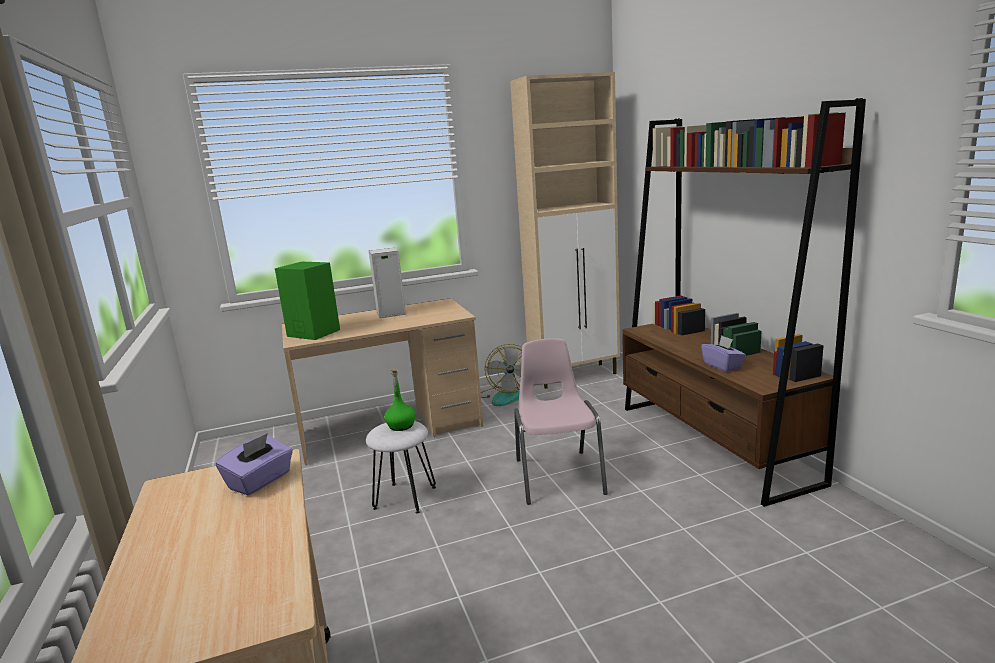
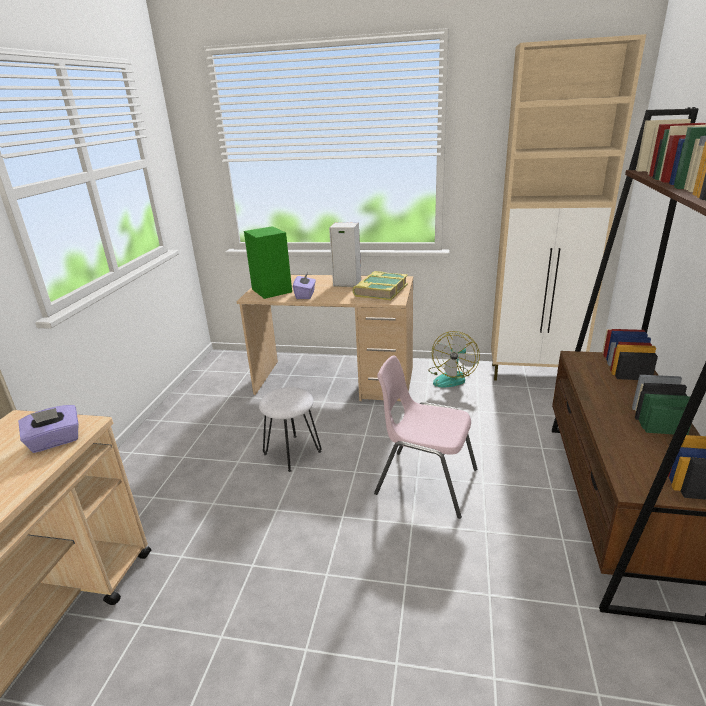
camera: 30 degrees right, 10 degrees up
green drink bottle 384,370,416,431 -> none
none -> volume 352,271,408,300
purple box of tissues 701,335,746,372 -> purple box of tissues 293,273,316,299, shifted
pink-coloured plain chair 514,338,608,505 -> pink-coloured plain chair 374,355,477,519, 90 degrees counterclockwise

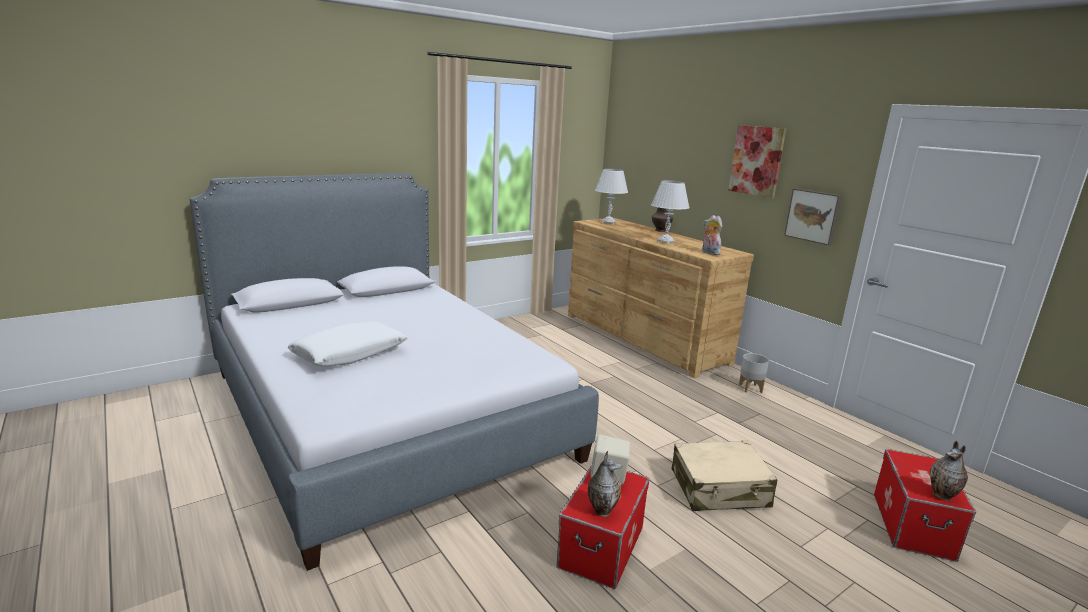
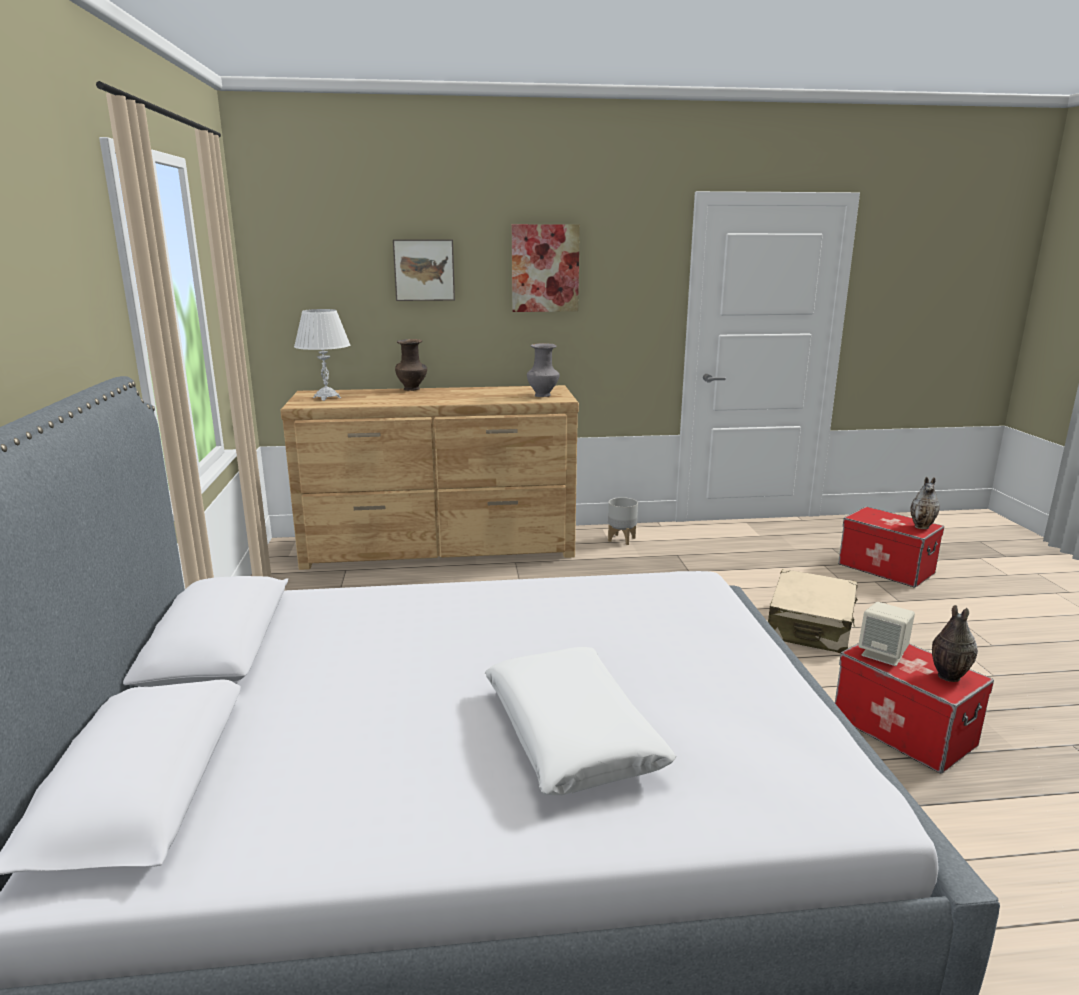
camera: 60 degrees left, 0 degrees up
white-coloured table lamp 651,180,690,244 -> none
picture 784,188,842,245 -> picture 393,239,455,301, shifted
cuddly toy 702,215,722,255 -> greyish flower vase 527,343,559,397

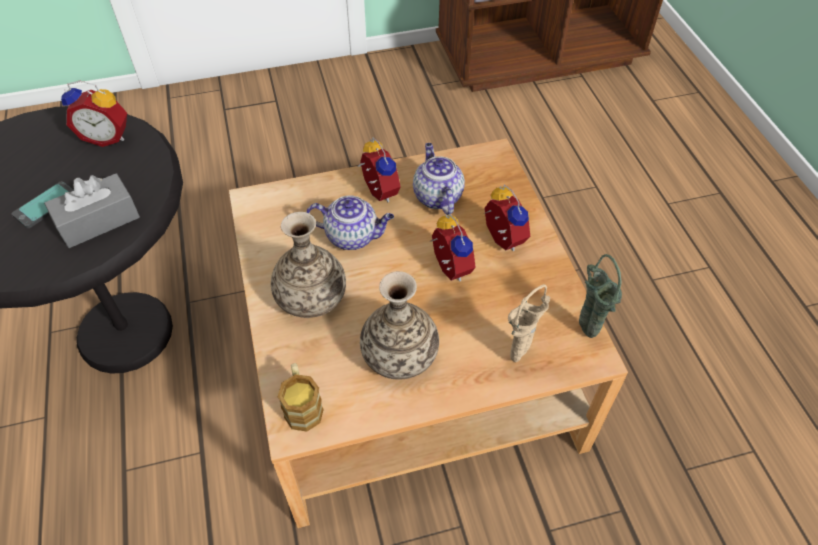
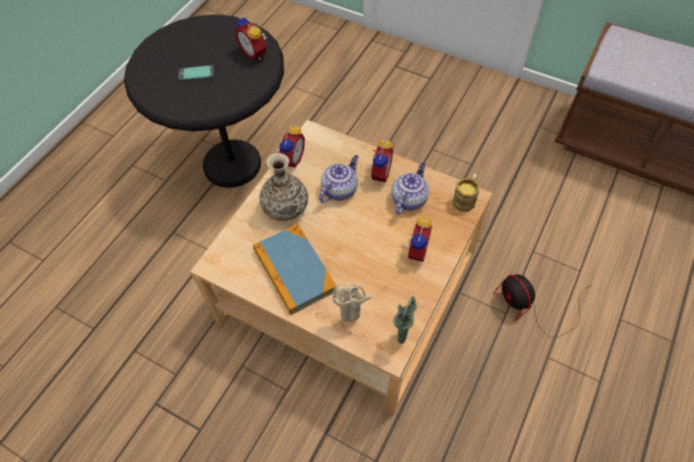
camera: 45 degrees right, 5 degrees up
greyish box of tissues 44,173,140,248 -> none
none -> cooling fan 494,274,592,338
coffee mug 278,363,324,431 -> coffee mug 453,174,479,212, shifted
table clock 430,213,476,281 -> table clock 276,124,305,169, shifted
flower vase 360,271,439,380 -> volume 253,224,336,315
pot for tea 306,195,394,250 -> pot for tea 319,155,359,203, 105 degrees counterclockwise

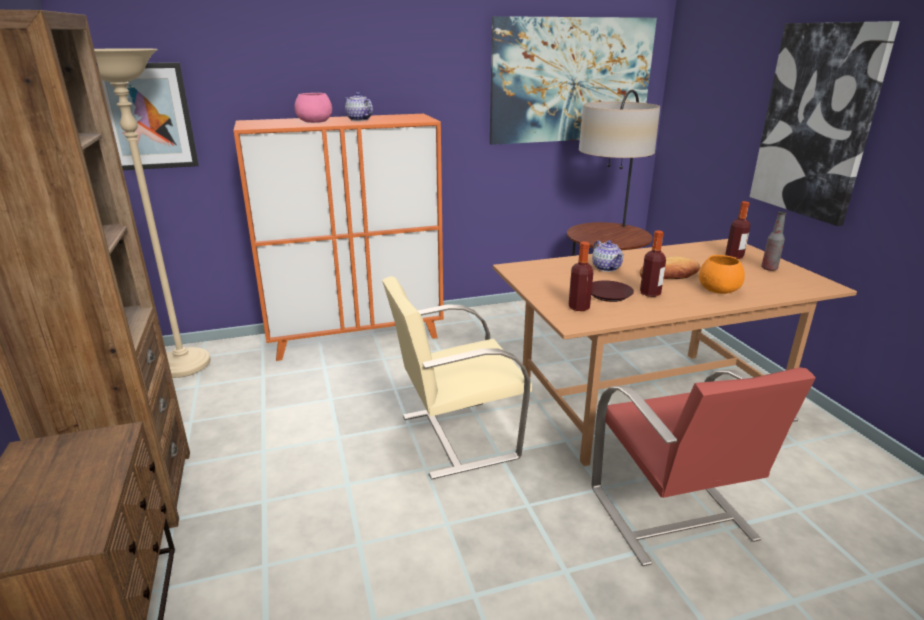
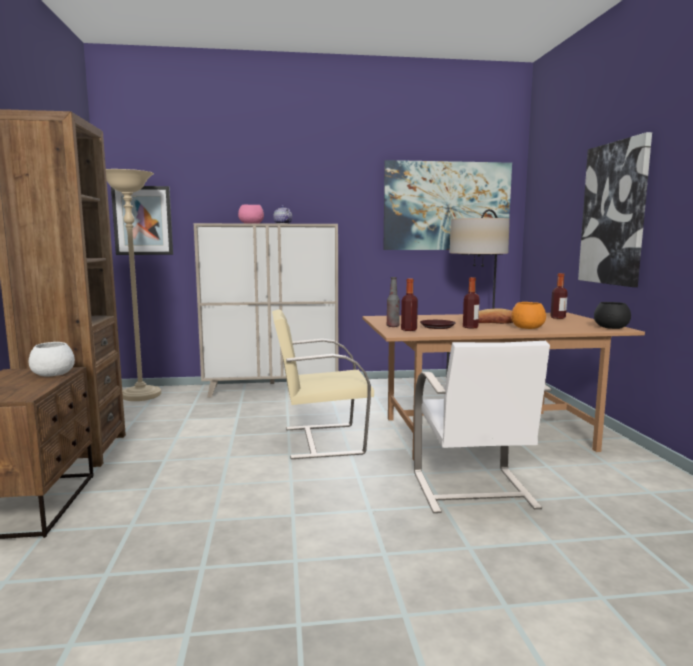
camera: 10 degrees right, 15 degrees down
pot for tea 592,240,624,272 -> none
none -> white-coloured bowl 29,342,75,377
none -> black-coloured bowl 594,302,631,329
drink bottle 761,211,787,271 -> drink bottle 387,277,400,327, shifted
orange cupboard 233,114,444,361 -> beige cupboard 194,223,338,397
red plain chair 592,367,816,566 -> white-coloured plain chair 414,341,552,513

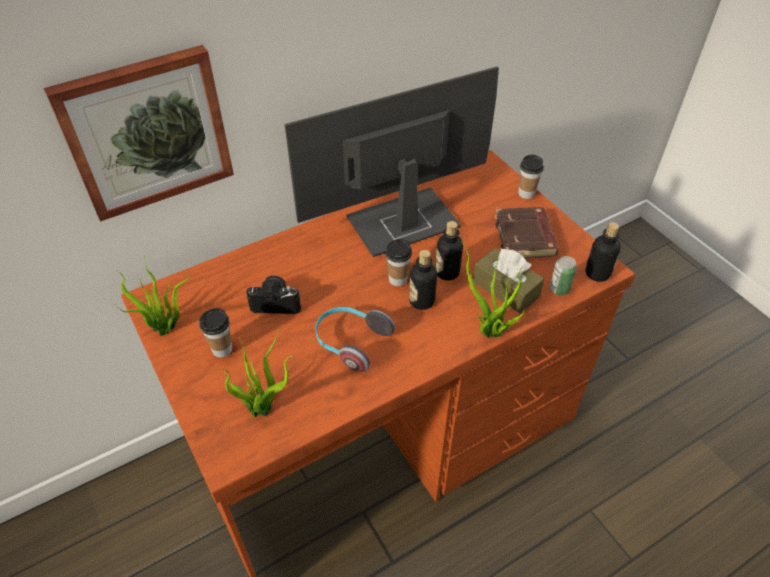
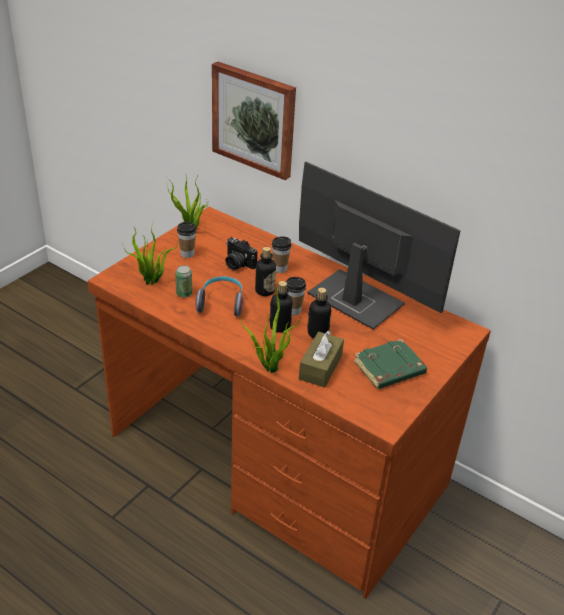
camera: 65 degrees right, 10 degrees down
cup 518,155,544,199 -> cup 272,237,291,273, shifted
can 550,256,577,296 -> can 175,265,192,298, shifted
drink bottle 586,222,621,282 -> drink bottle 255,247,276,296, shifted
brown-coloured volume 494,207,559,258 -> green volume 353,339,427,389
photo camera 246,276,301,314 -> photo camera 225,237,257,270, 150 degrees clockwise

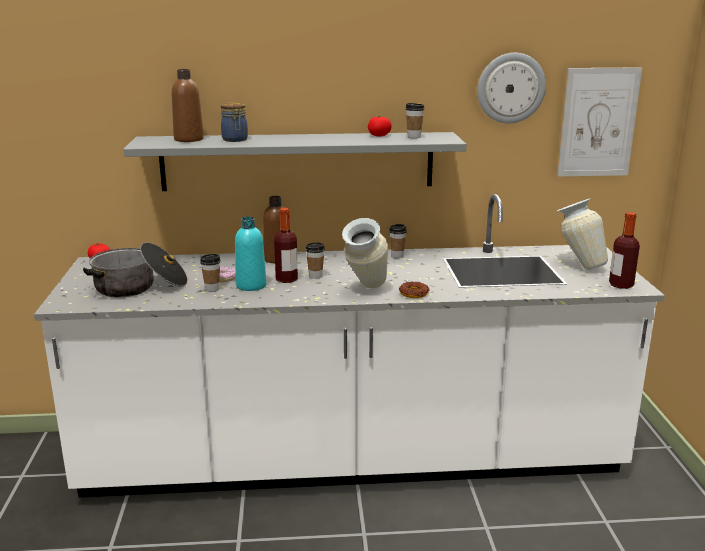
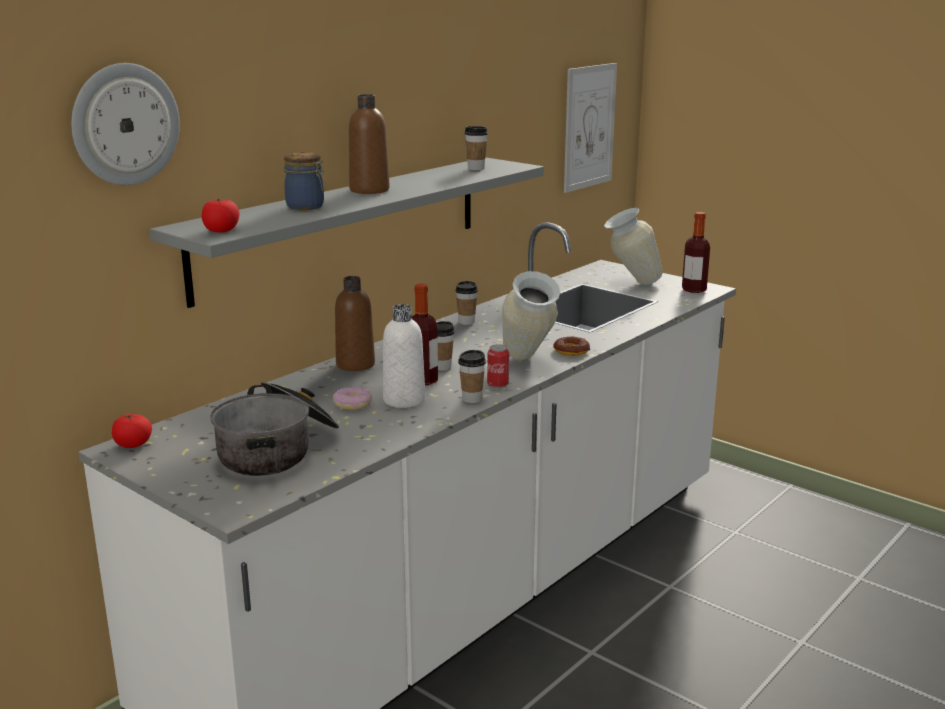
camera: 45 degrees left, 0 degrees up
none -> can 487,344,509,388
brown-coloured drink bottle 171,69,204,142 -> brown-coloured drink bottle 349,94,390,194, shifted
cup 200,254,221,292 -> cup 458,350,486,403, shifted
fresh tomato 368,116,392,136 -> fresh tomato 202,199,239,233, shifted
hanging clock 477,53,546,124 -> hanging clock 71,63,180,185, shifted
turquoise-coloured drink bottle 235,217,266,291 -> white-coloured drink bottle 383,304,425,408

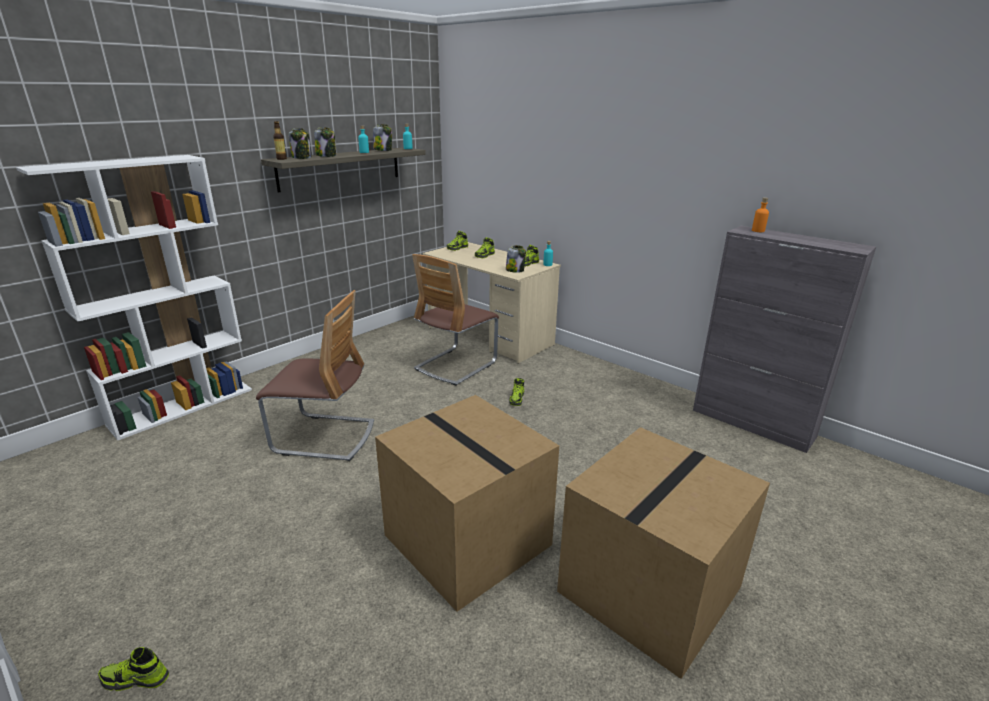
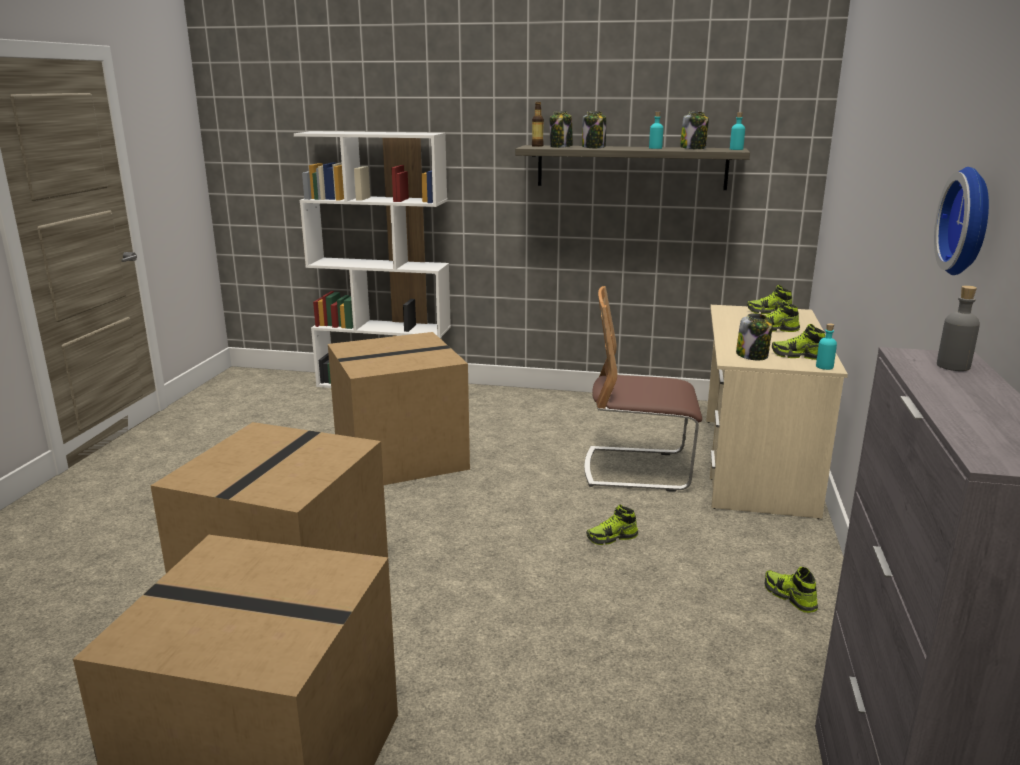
camera: 60 degrees right, 5 degrees down
none -> hanging clock 934,167,989,275
item of footwear 98,647,169,691 -> item of footwear 764,567,818,613, shifted
plain chair 256,290,374,461 -> cardboard box 328,332,470,485
orange drink bottle 752,197,769,232 -> greyish drink bottle 937,285,980,371

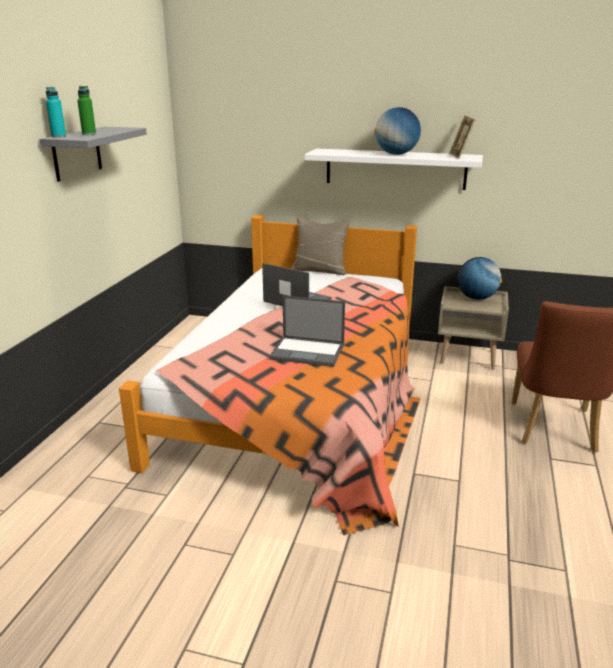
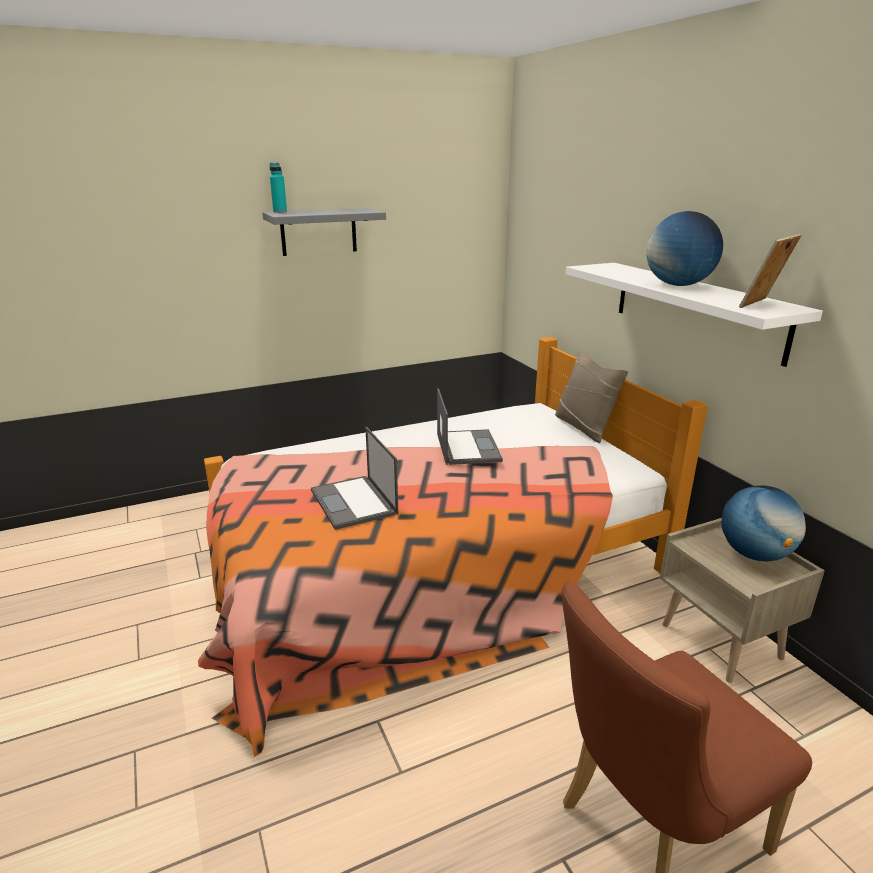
camera: 50 degrees right, 0 degrees up
green drink bottle 77,86,96,135 -> none

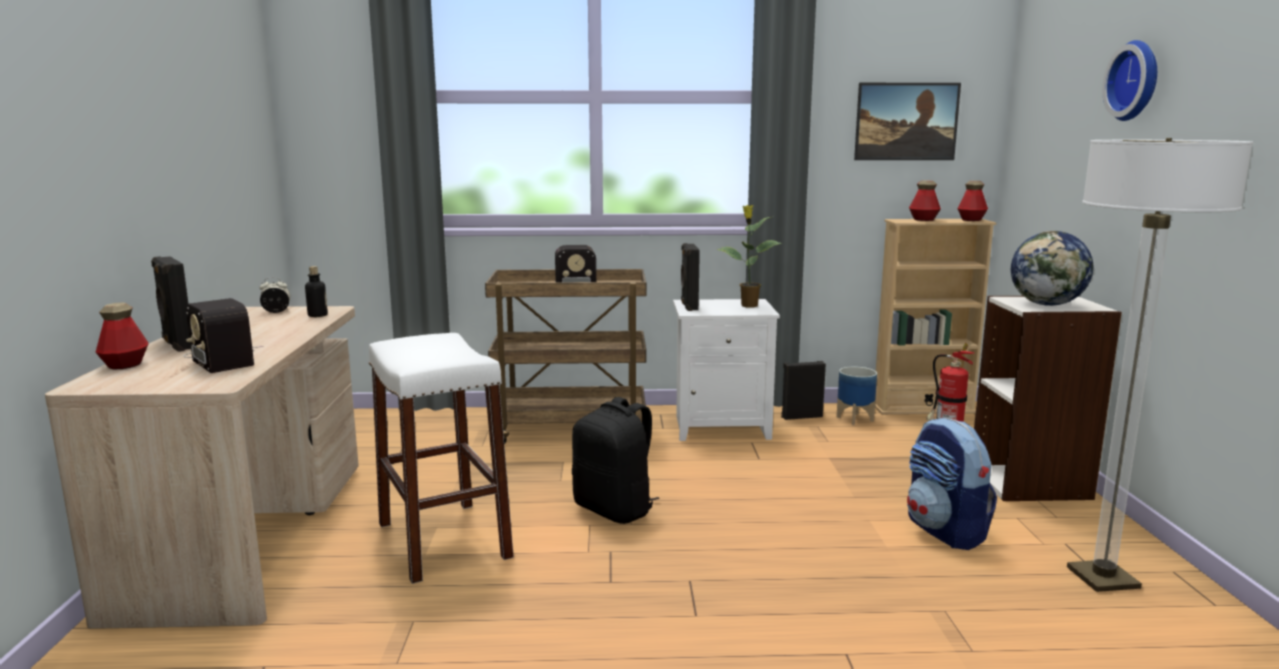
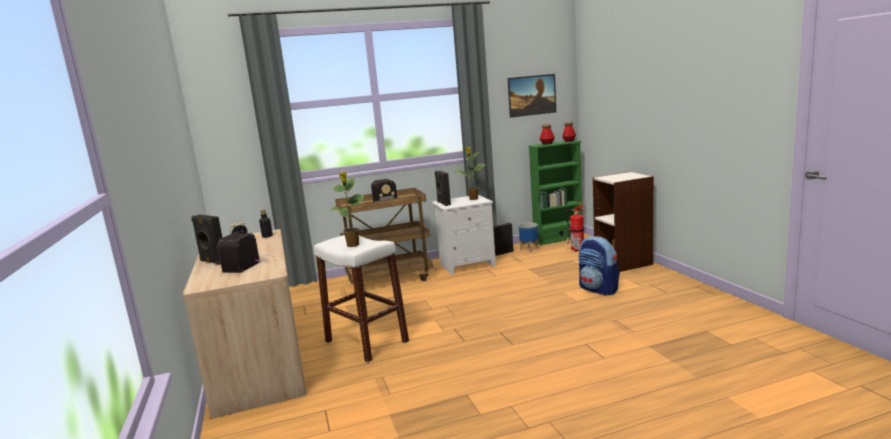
camera: 15 degrees left, 0 degrees up
drink bottle 95,303,149,369 -> none
black-coloured knapsack 572,397,660,524 -> none
globe 1011,231,1094,306 -> none
floor lamp 1067,138,1253,592 -> none
hanging clock 1102,40,1157,121 -> none
none -> potted plant 330,172,364,247
beige bookshelf 875,219,996,415 -> green bookshelf 528,140,582,245
radio 183,298,263,373 -> radio 217,233,278,273, 75 degrees clockwise

